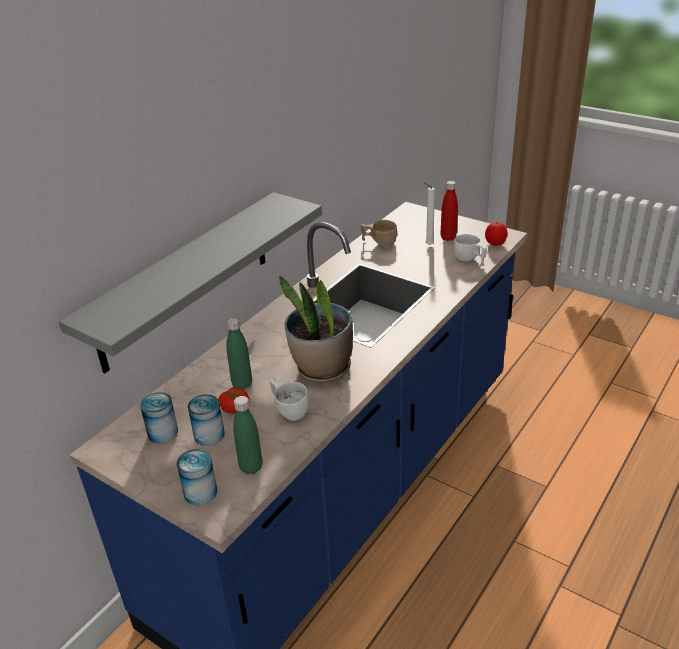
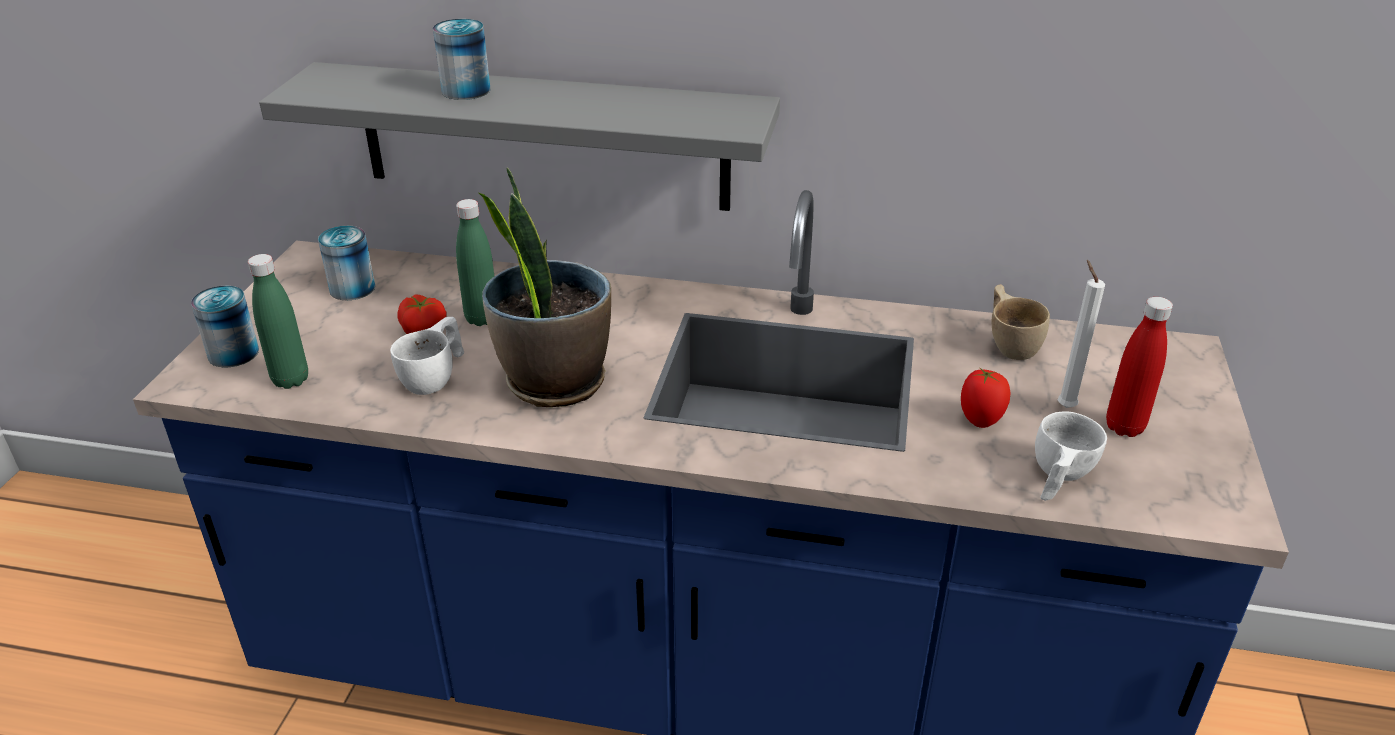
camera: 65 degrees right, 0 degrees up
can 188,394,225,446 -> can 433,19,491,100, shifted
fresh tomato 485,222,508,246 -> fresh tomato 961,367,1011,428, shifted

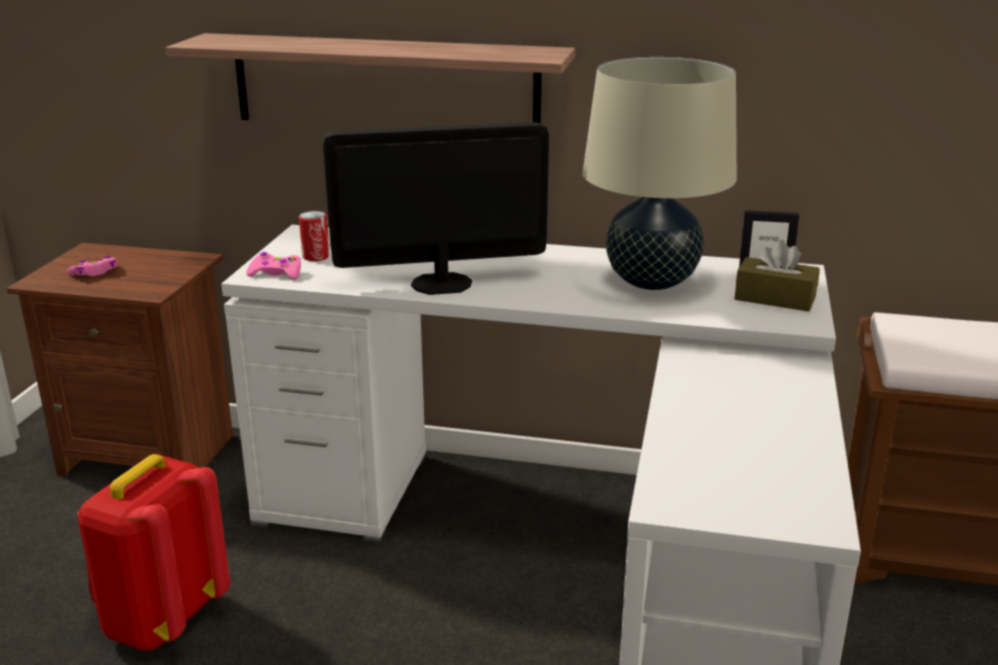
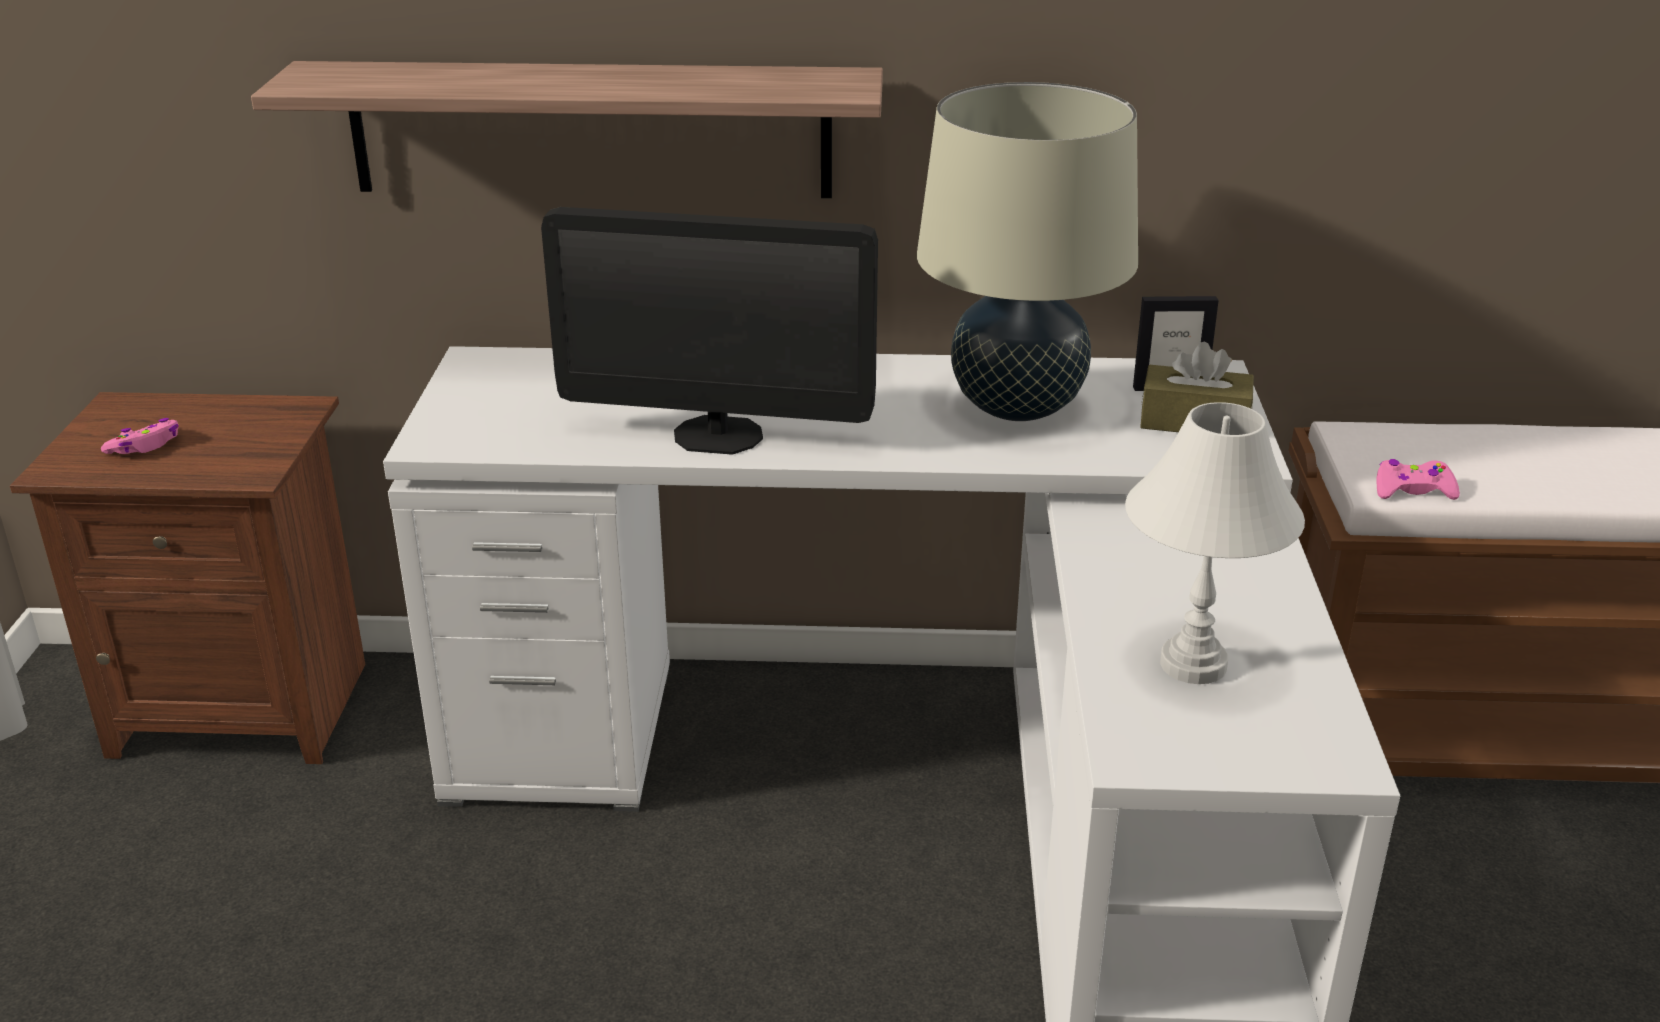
camera: 10 degrees left, 5 degrees up
red knapsack 77,454,230,651 -> none
can 299,211,330,261 -> none
none -> white-coloured table lamp 1125,402,1305,684
pink-coloured gamepad 246,252,301,280 -> pink-coloured gamepad 1377,459,1460,500, shifted
computer screen 323,122,549,295 -> computer screen 541,207,878,455, 150 degrees counterclockwise

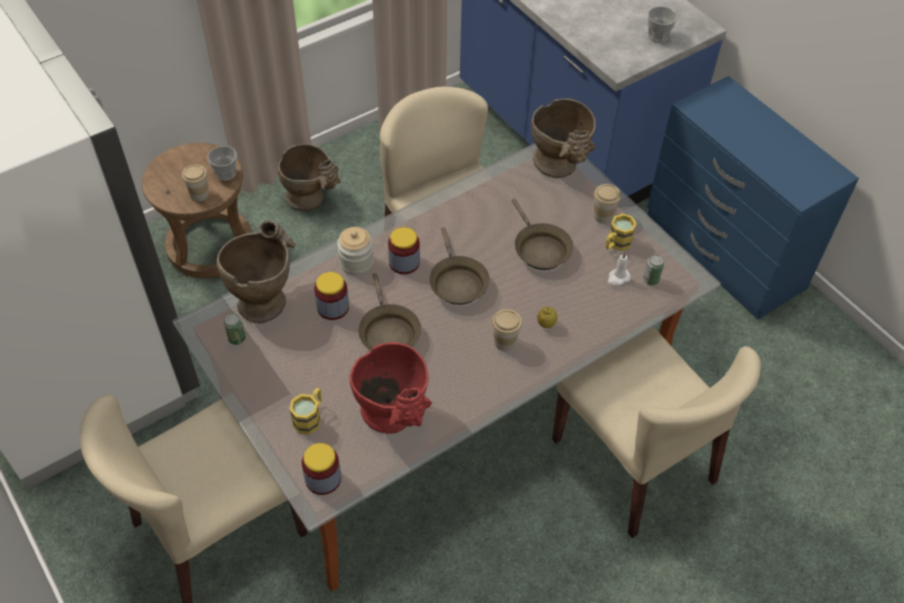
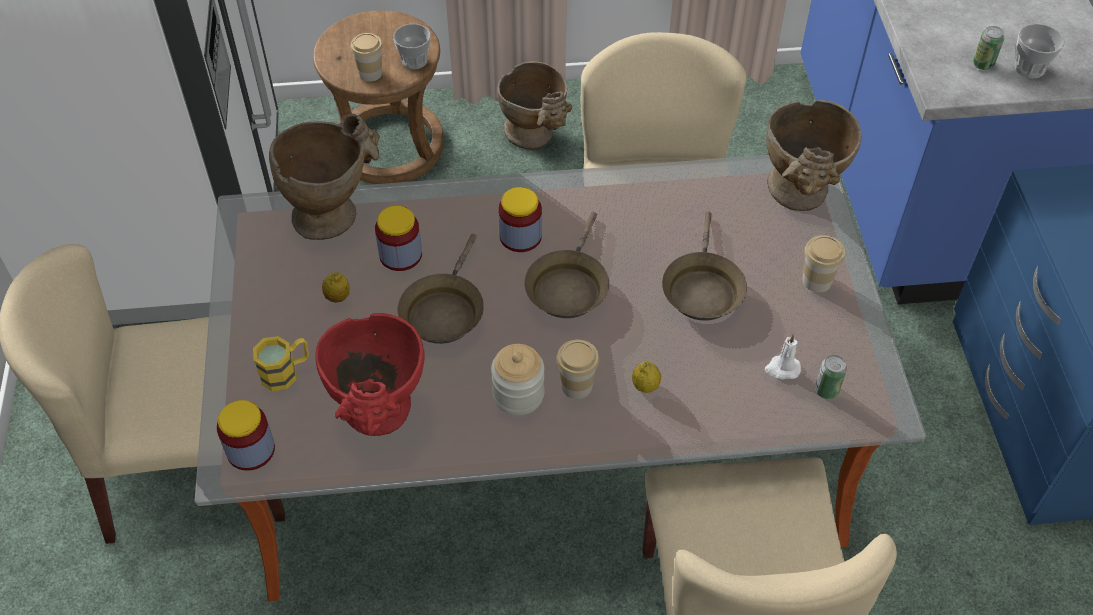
camera: 30 degrees right, 0 degrees up
yellow-coloured coffee mug 606,214,637,251 -> none
none -> whole lemon 322,272,350,302
can 224,313,246,345 -> can 972,26,1004,70, shifted
preserve jar 337,227,374,275 -> preserve jar 491,344,544,416, shifted

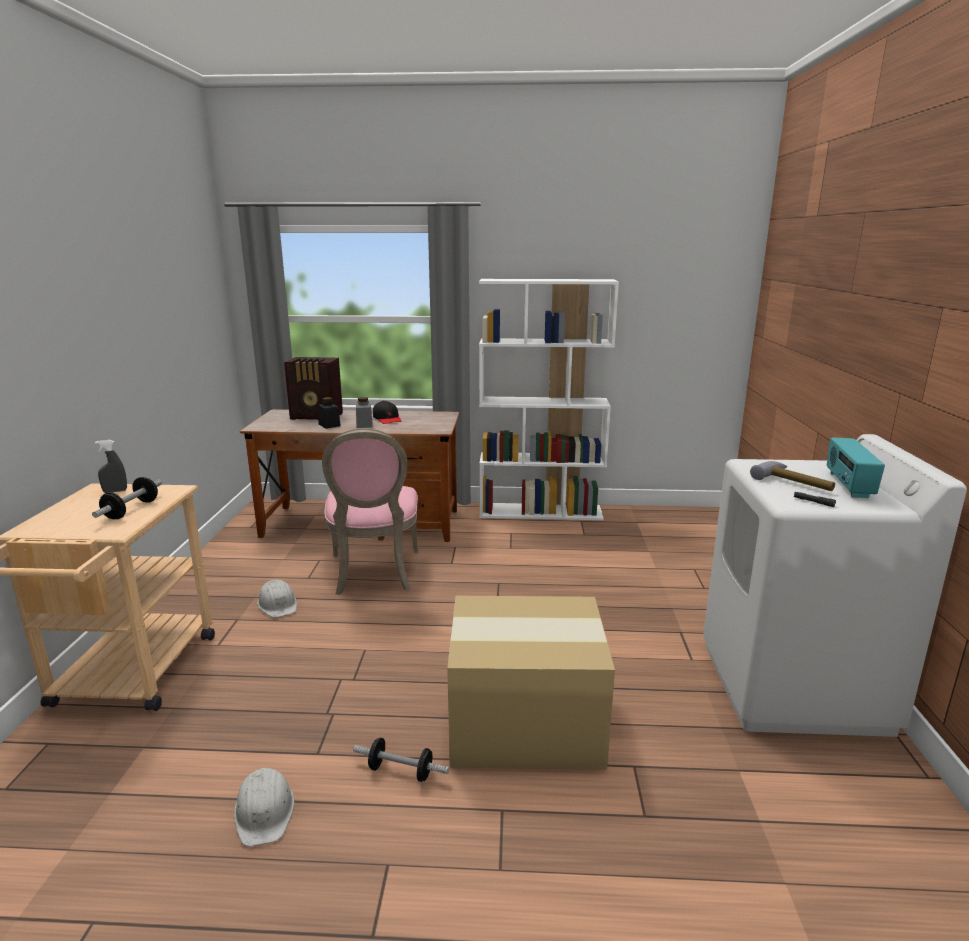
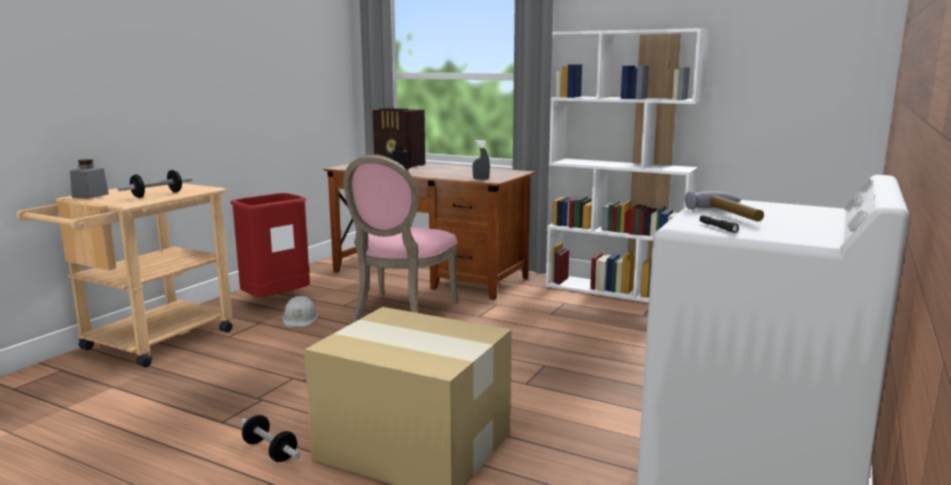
camera: 25 degrees right, 5 degrees down
white-coloured safety helmet 234,768,294,847 -> none
black-coloured baseball cap 373,400,401,424 -> none
radio 827,437,885,498 -> none
none -> red trash can 231,193,310,297
greyish sprayer 95,440,127,493 -> greyish sprayer 472,140,490,180, shifted
greyish preserve jar 356,397,373,428 -> greyish preserve jar 70,159,109,199, shifted

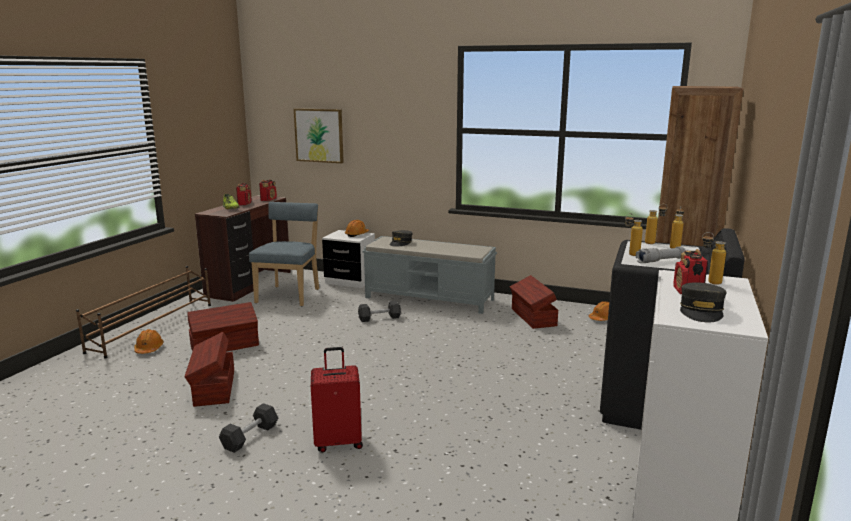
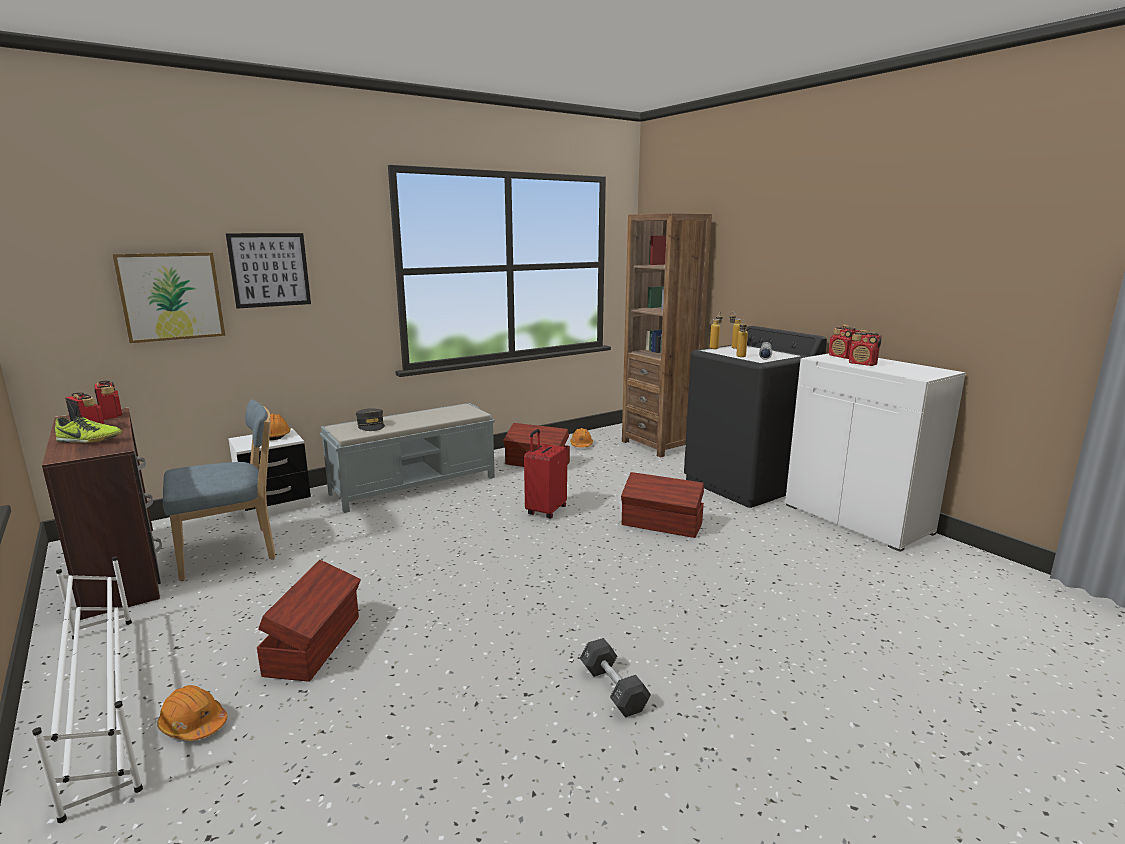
camera: 55 degrees left, 0 degrees up
black-coloured free weight 358,301,401,322 -> none
greyish baseball cap 680,282,727,322 -> none
none -> picture 226,233,311,309
brown-coloured storage box 185,332,234,407 -> brown-coloured storage box 621,472,704,538, shifted
red travel case 311,347,363,452 -> red travel case 524,429,567,519, shifted
drink bottle 702,232,726,285 -> radio 829,325,860,359
brown-coloured shoe shelf 76,266,211,359 -> white-coloured shoe shelf 32,556,143,823
bluish plain chair 249,202,319,306 -> bluish plain chair 163,399,276,581, 105 degrees clockwise

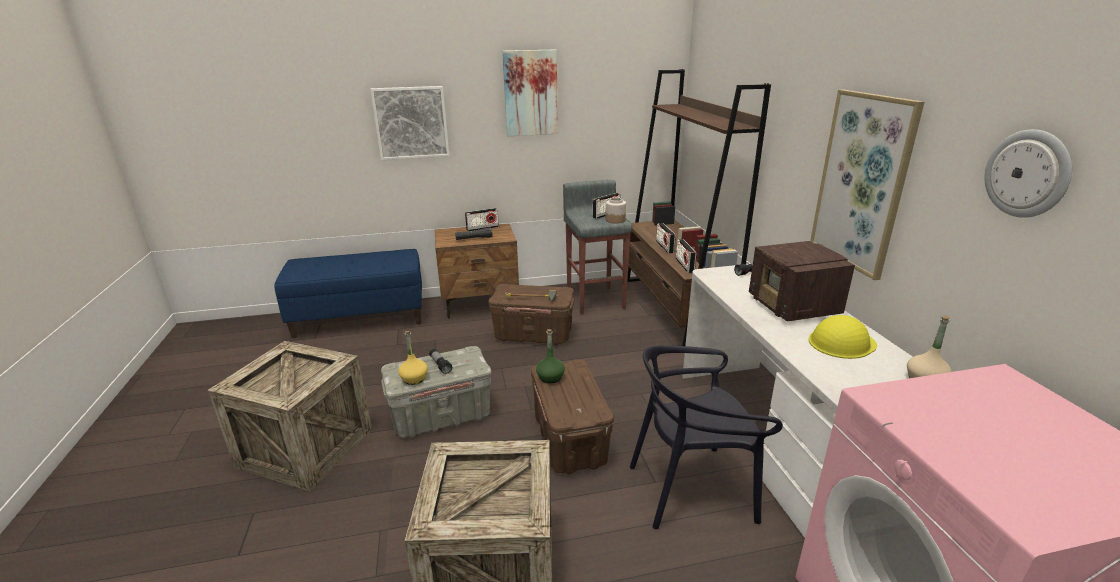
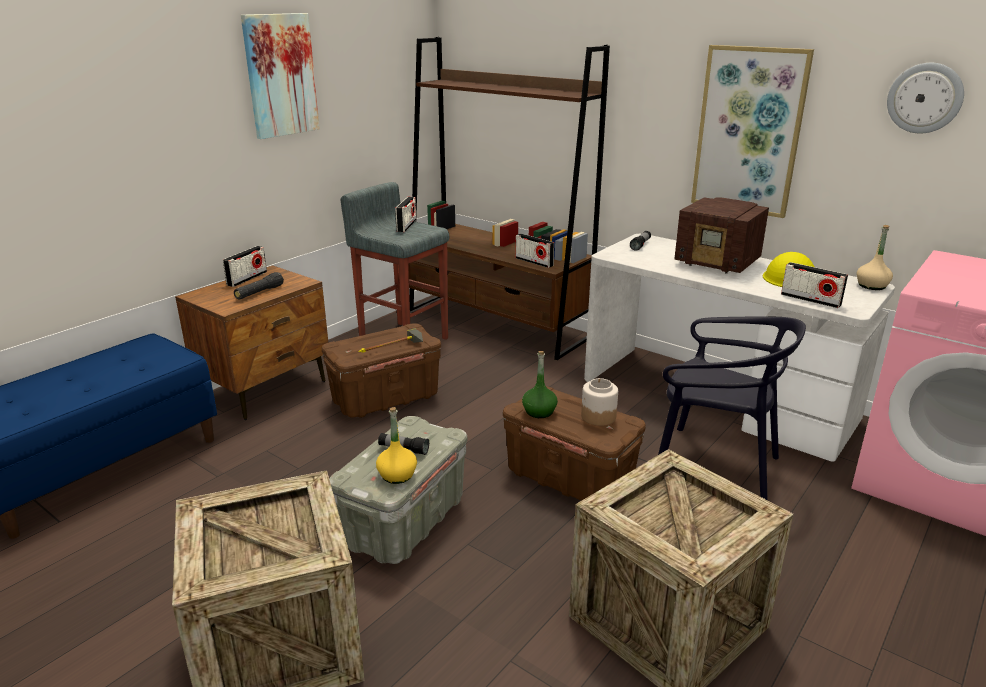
camera: 40 degrees left, 0 degrees up
picture 370,86,450,160 -> none
preserve jar 605,197,626,223 -> preserve jar 581,378,618,426, shifted
radio 656,223,676,253 -> radio 781,262,848,308, shifted
black-coloured plain chair 630,345,783,529 -> black-coloured plain chair 658,317,806,500, 105 degrees counterclockwise

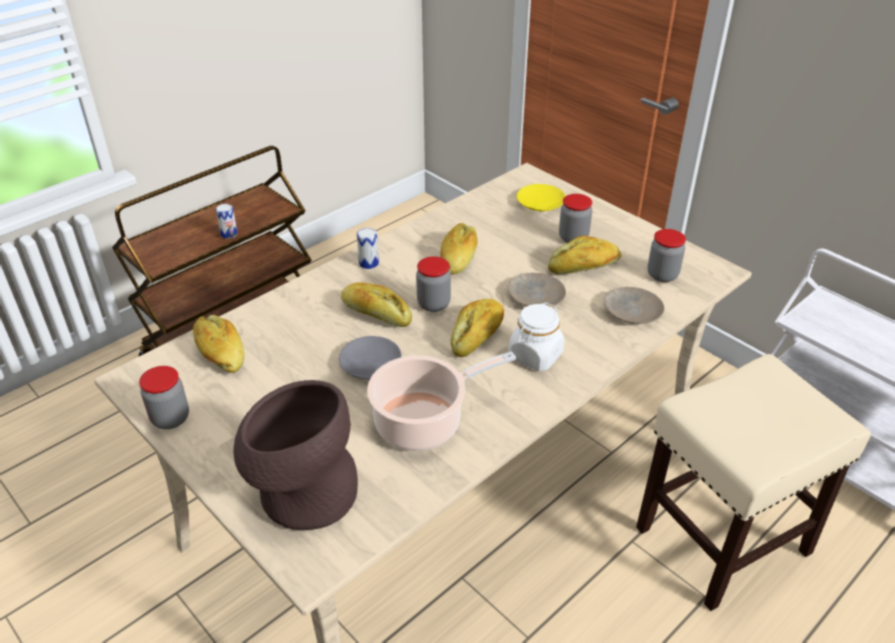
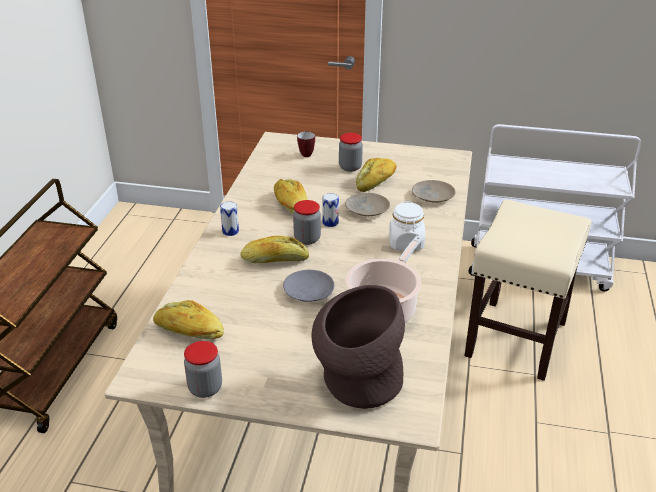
camera: 35 degrees left, 5 degrees down
baked bread 451,299,504,357 -> none
preserve jar 648,229,686,282 -> none
can 216,204,238,239 -> can 322,193,339,227, shifted
yellow-coloured flat dish 517,184,565,211 -> coffee mug 297,131,315,157

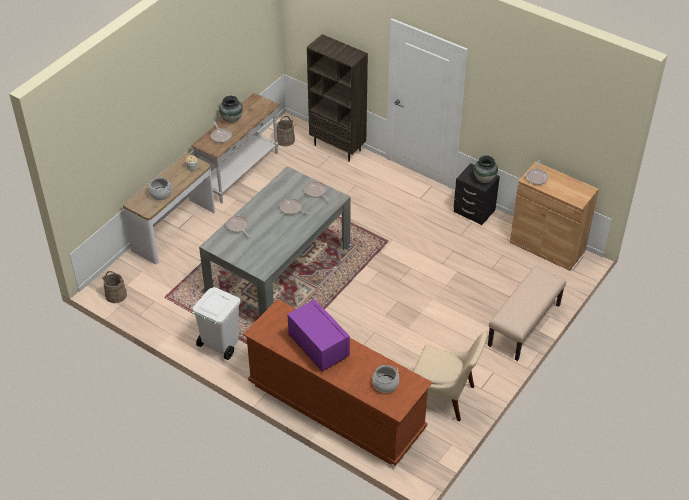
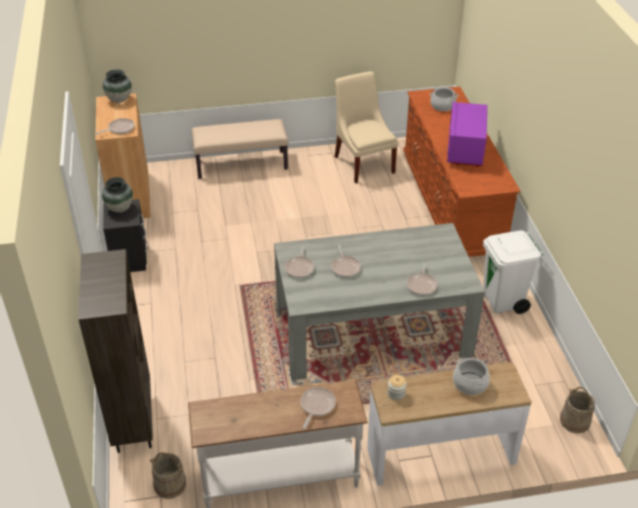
camera: 135 degrees left, 5 degrees down
flower vase 219,96,243,123 -> flower vase 103,69,132,103, shifted

